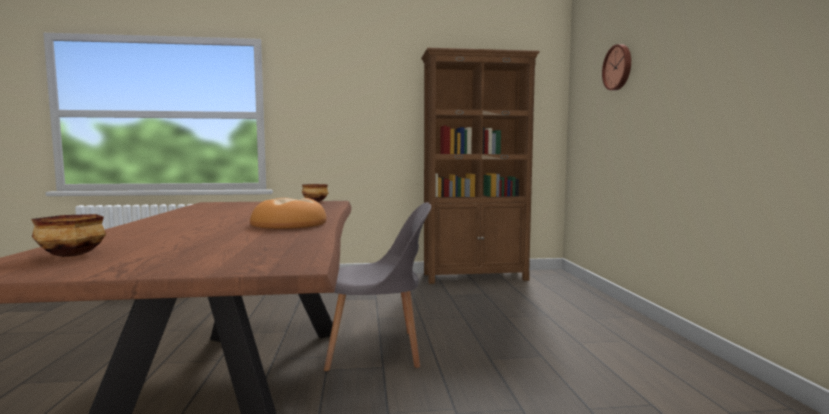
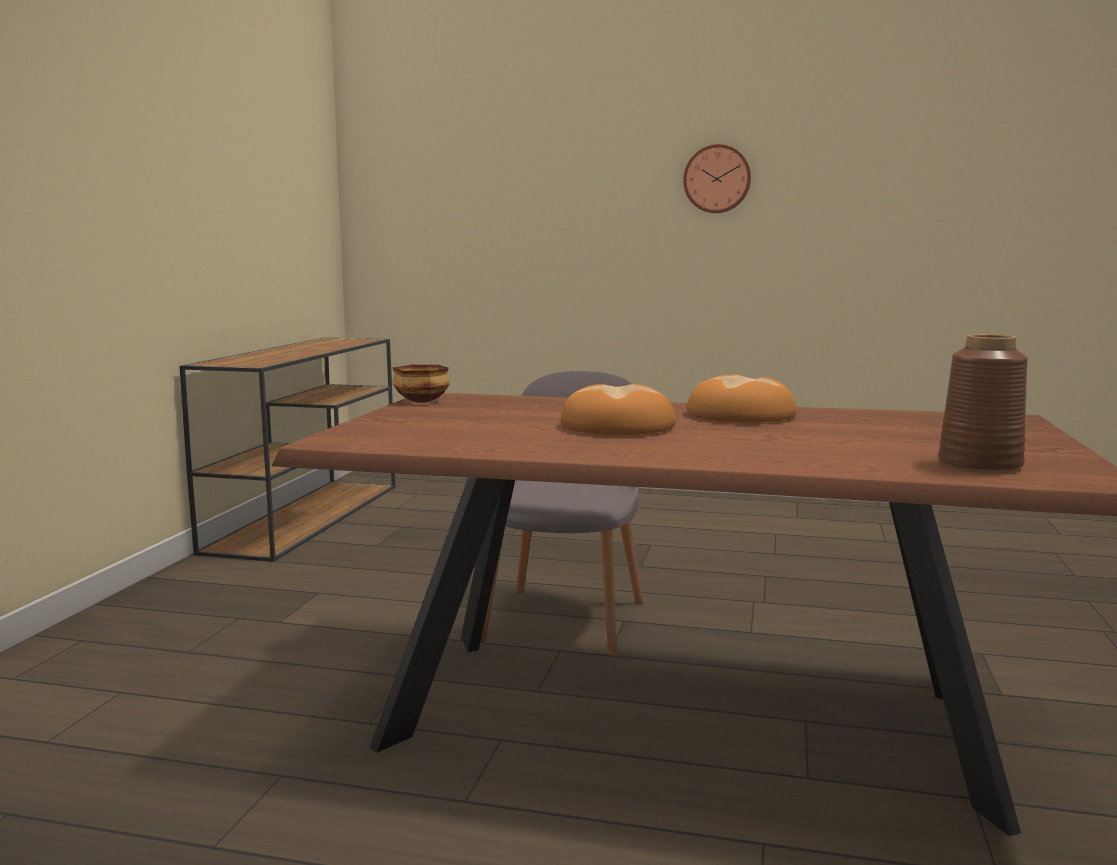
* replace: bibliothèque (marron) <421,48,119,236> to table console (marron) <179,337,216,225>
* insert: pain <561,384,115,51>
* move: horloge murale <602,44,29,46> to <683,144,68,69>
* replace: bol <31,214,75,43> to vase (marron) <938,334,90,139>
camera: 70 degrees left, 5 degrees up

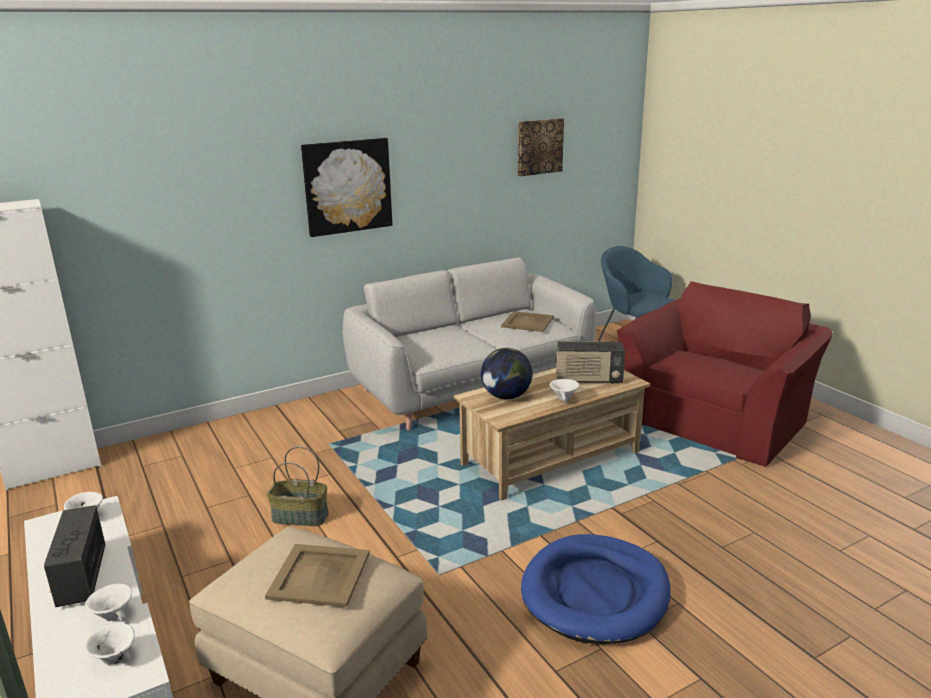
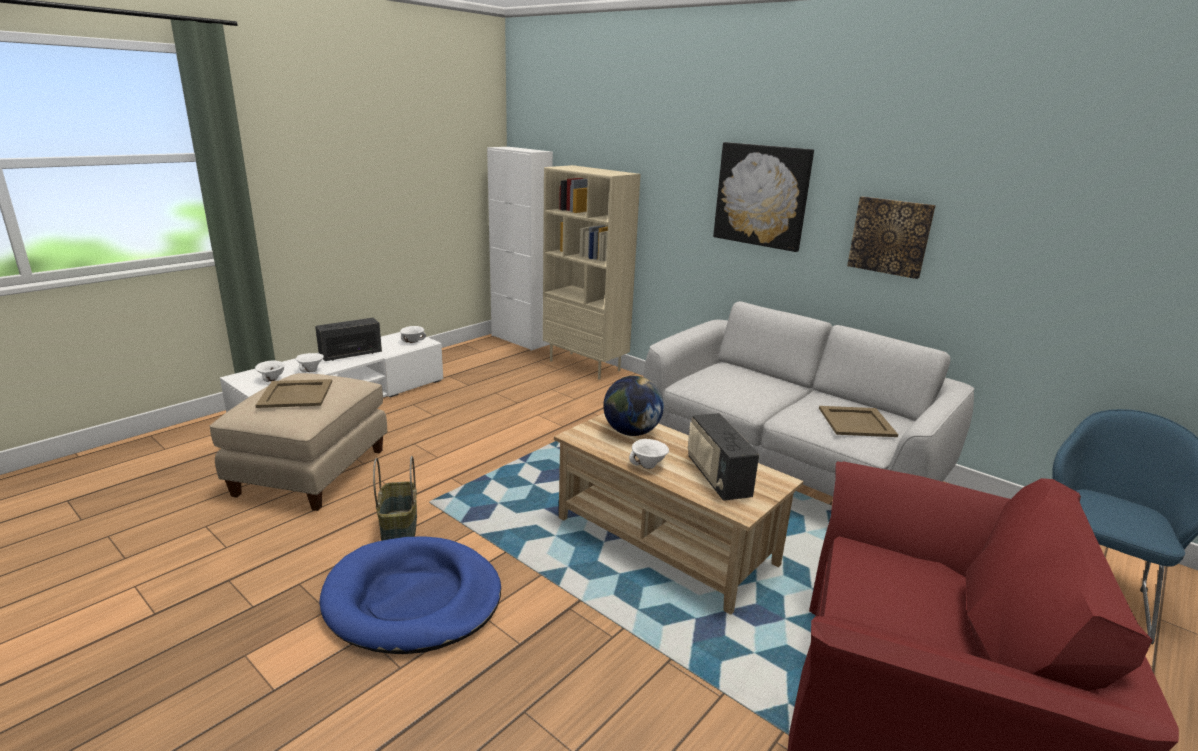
* move: panier <267,446,62,80> to <373,456,44,85>
* insert: bibliothèque (beige) <543,165,98,215>
* move: tableau <518,118,46,58> to <847,196,89,83>
camera: 70 degrees right, 0 degrees up

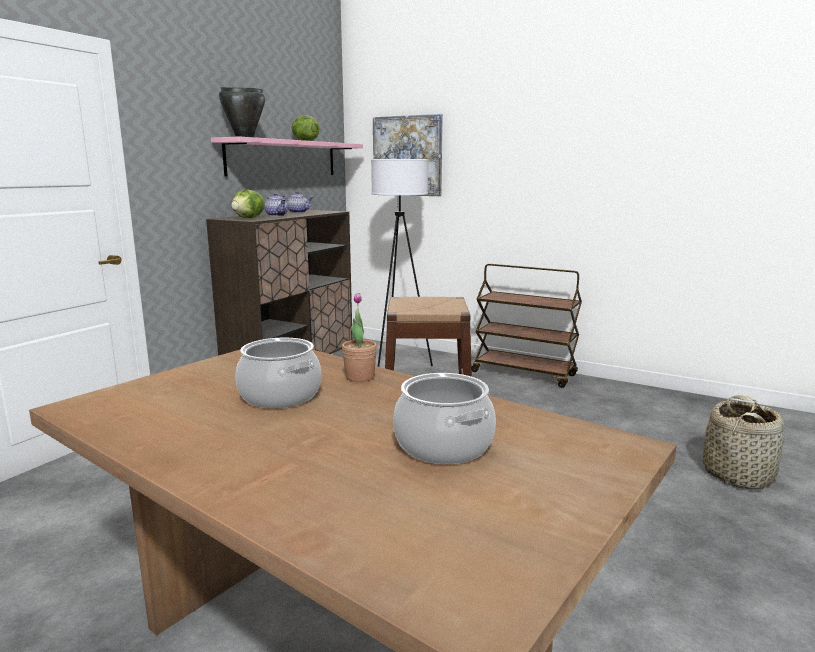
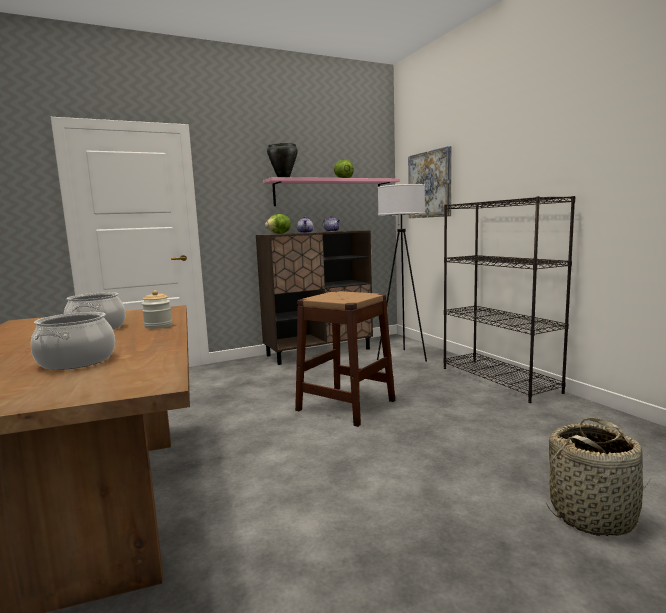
* replace: plante en pot <342,293,35,89> to bocal <142,290,30,39>
* replace: chariot (marron) <472,264,110,124> to bibliothèque (noir) <443,196,133,207>
camera: 35 degrees right, 5 degrees down

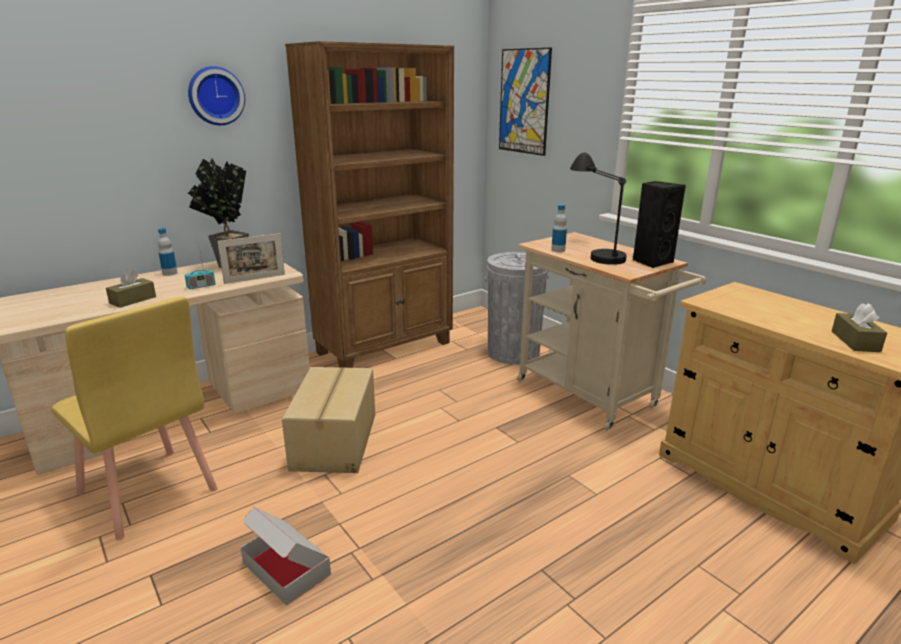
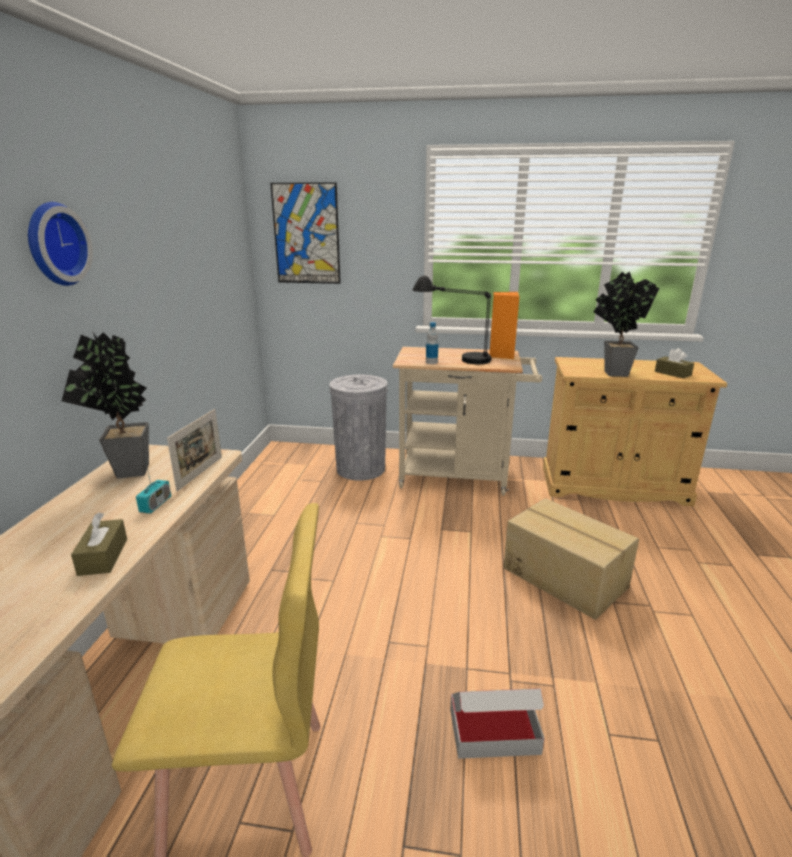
* recolor: enceinte (noir) <633,181,53,87> to enceinte (orange) <489,292,30,67>
* move: carton <282,367,93,106> to <504,498,135,122>
* insert: plante en pot <593,272,66,105>
* delete: bouteille <158,228,20,48>
* delete: bibliothèque (marron) <285,41,169,327>
camera: 45 degrees left, 0 degrees up

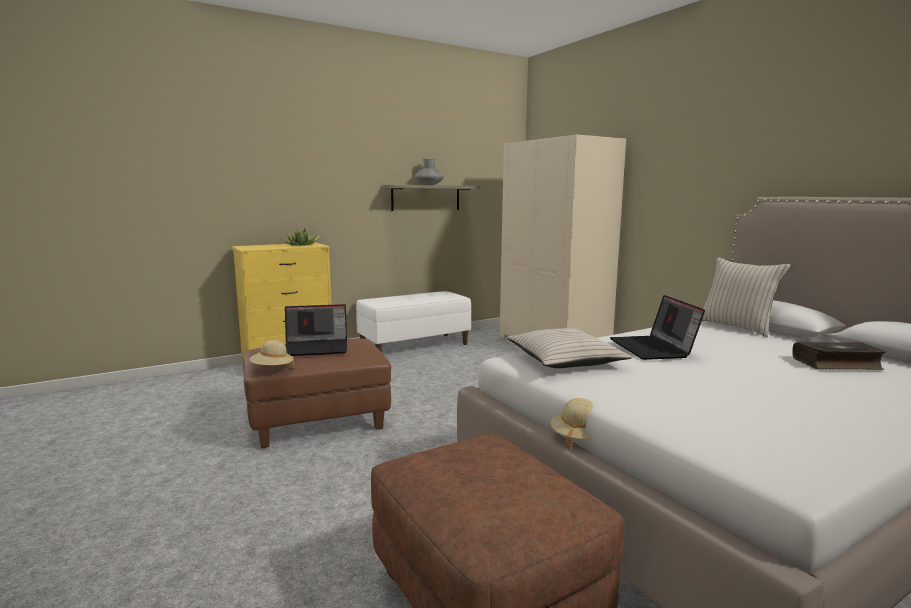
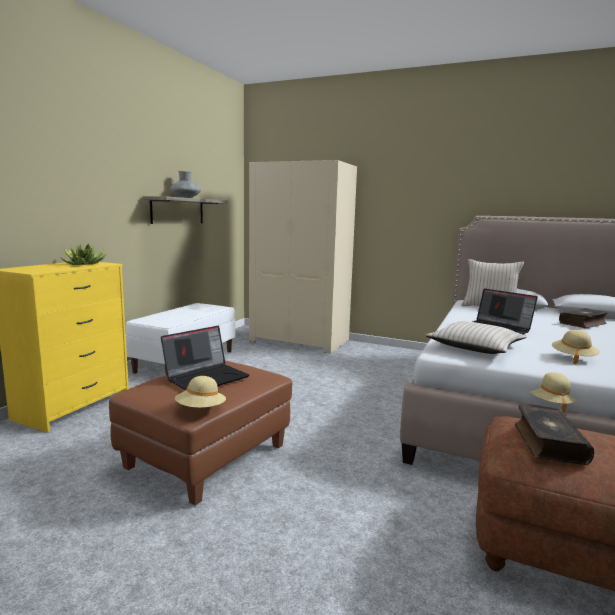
* insert: livre <514,405,80,60>
* insert: chapeau (beige) <552,330,48,34>
camera: 35 degrees left, 0 degrees up

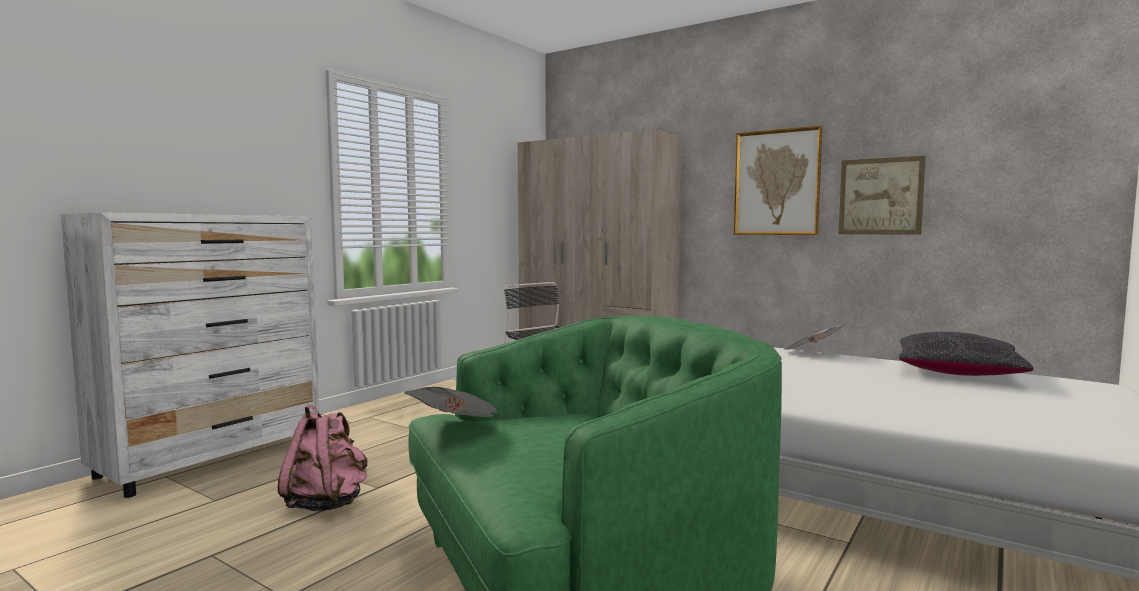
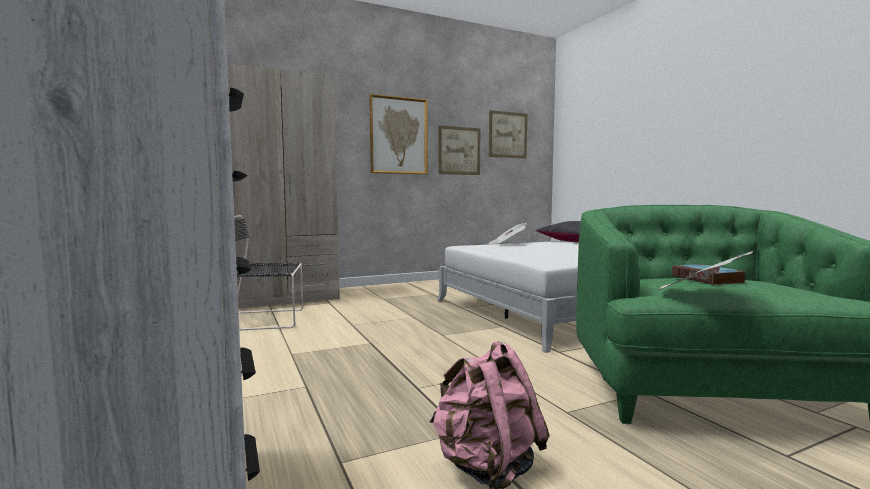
* insert: tableau <489,110,38,49>
* insert: livre <672,264,74,21>
camera: 60 degrees left, 0 degrees up

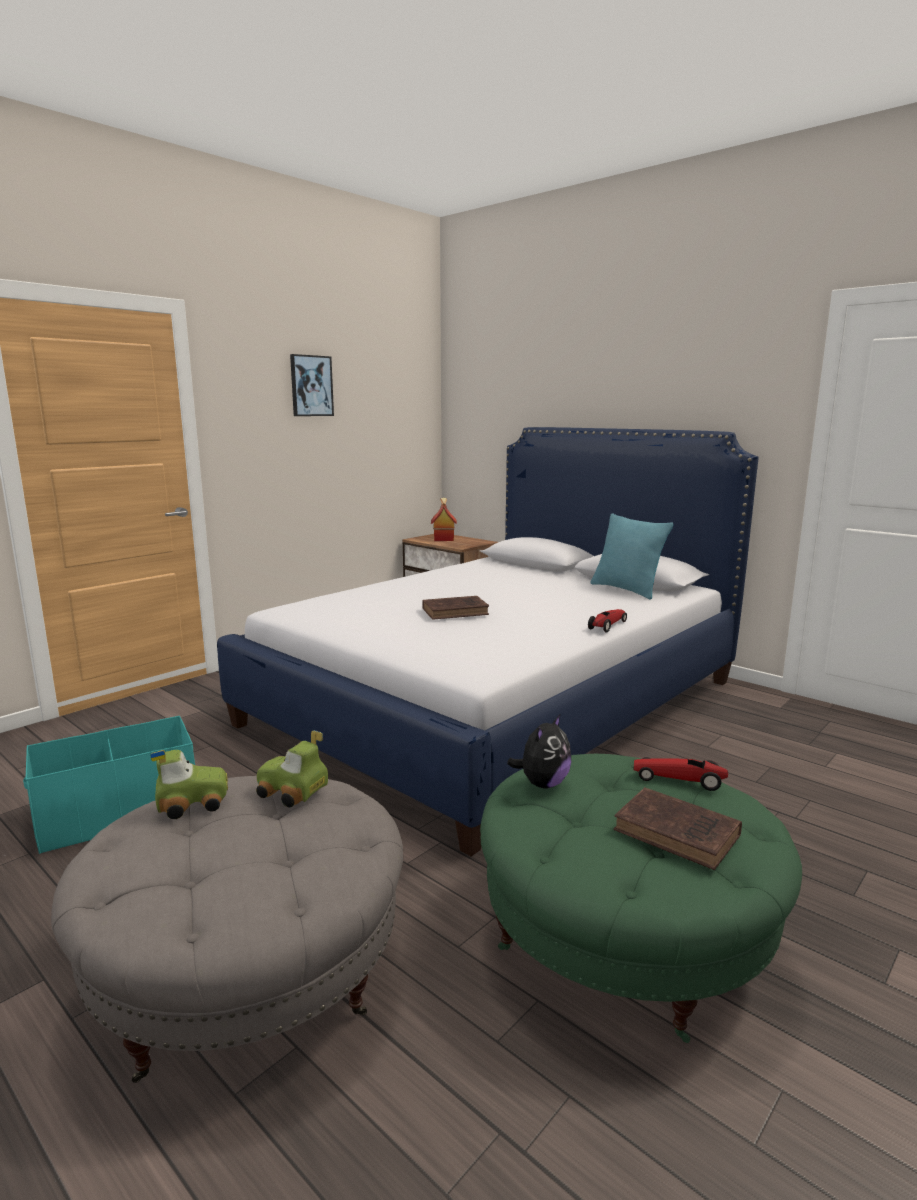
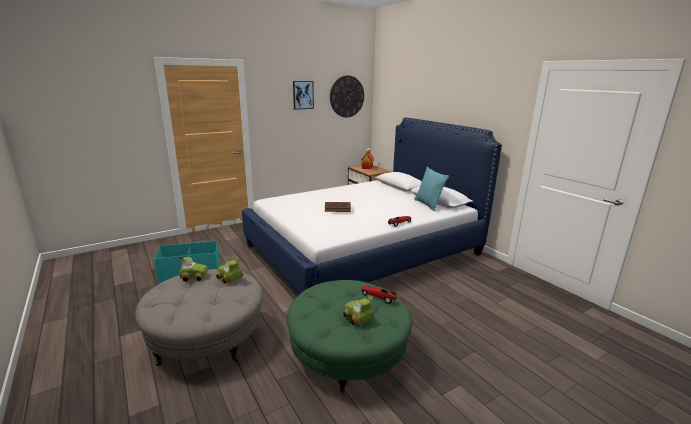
* insert: horloge murale <330,75,34,43>
* replace: livre (marron) <614,787,128,83> to petite voiture <343,295,31,31>
* delete: peluche <507,714,64,74>
camera: 15 degrees right, 5 degrees up

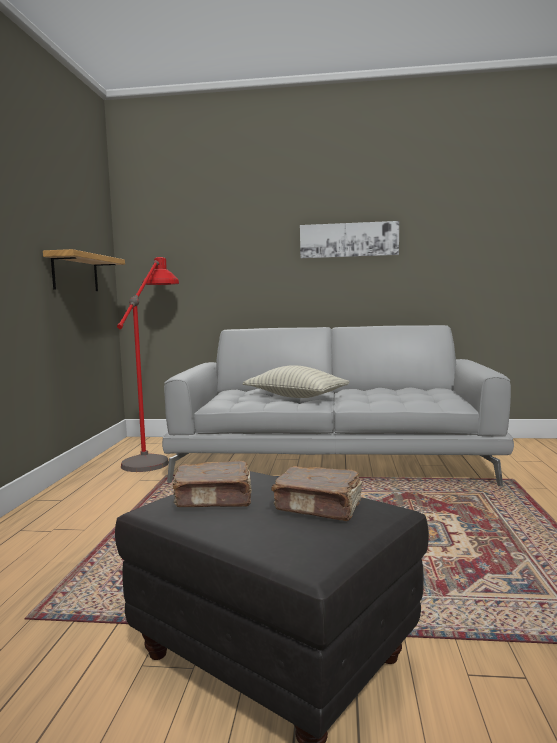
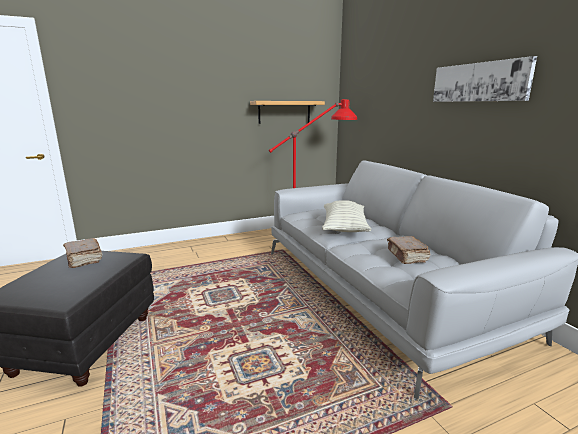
* move: livre (marron) <271,466,91,55> to <387,236,43,28>
camera: 60 degrees right, 10 degrees up

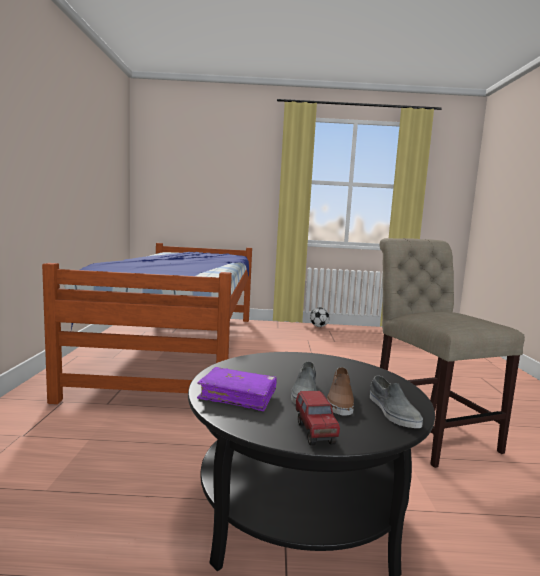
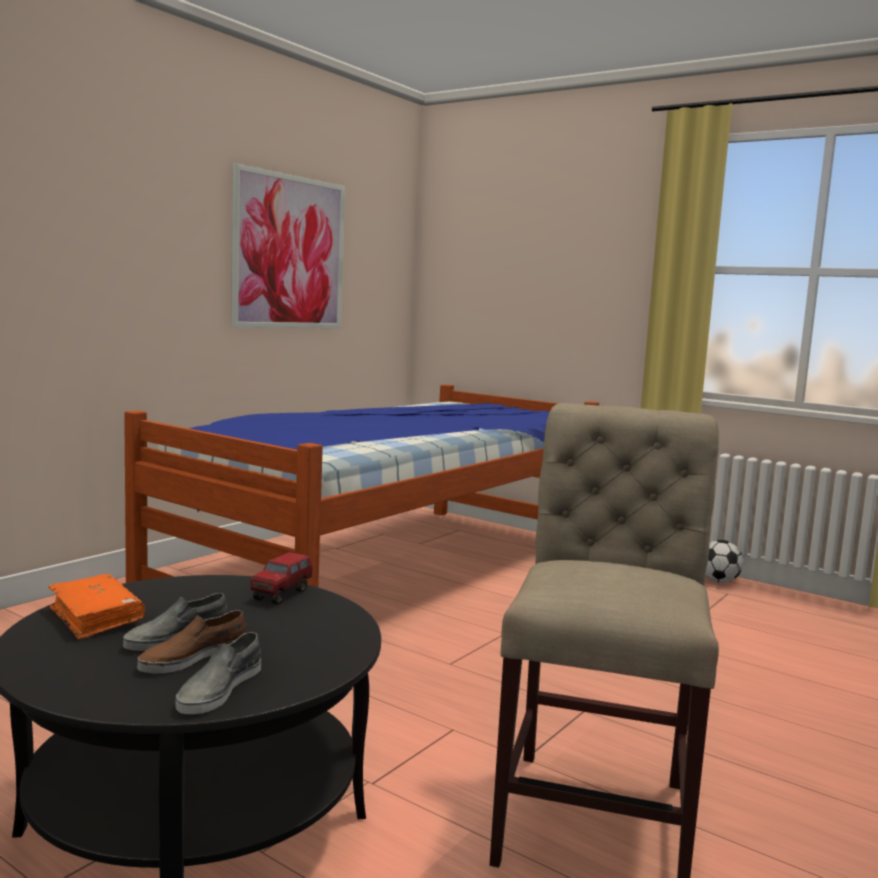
* recolor: livre (violet) <197,367,80,44> to livre (orange) <48,574,97,66>
* insert: tableau <231,163,114,165>
* move: camion jouet <296,391,44,55> to <250,552,63,53>
camera: 35 degrees right, 0 degrees up

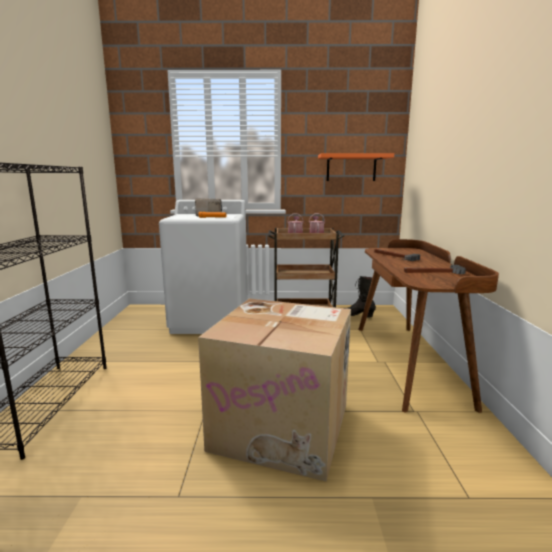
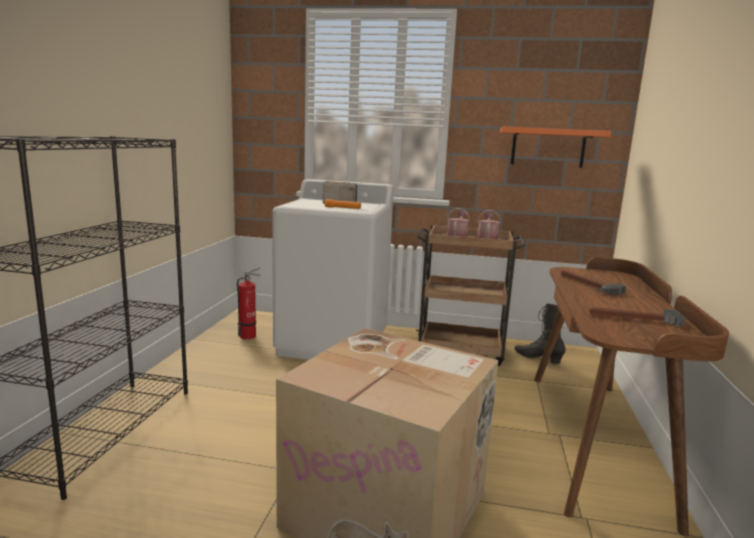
* insert: extincteur <237,266,24,73>
camera: 10 degrees right, 0 degrees up

